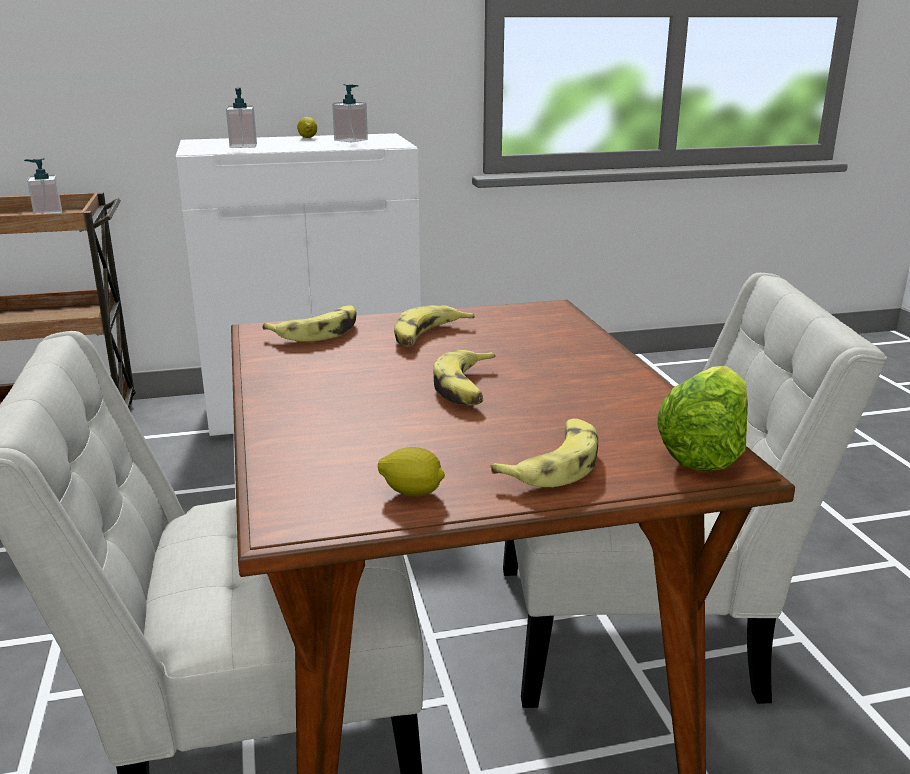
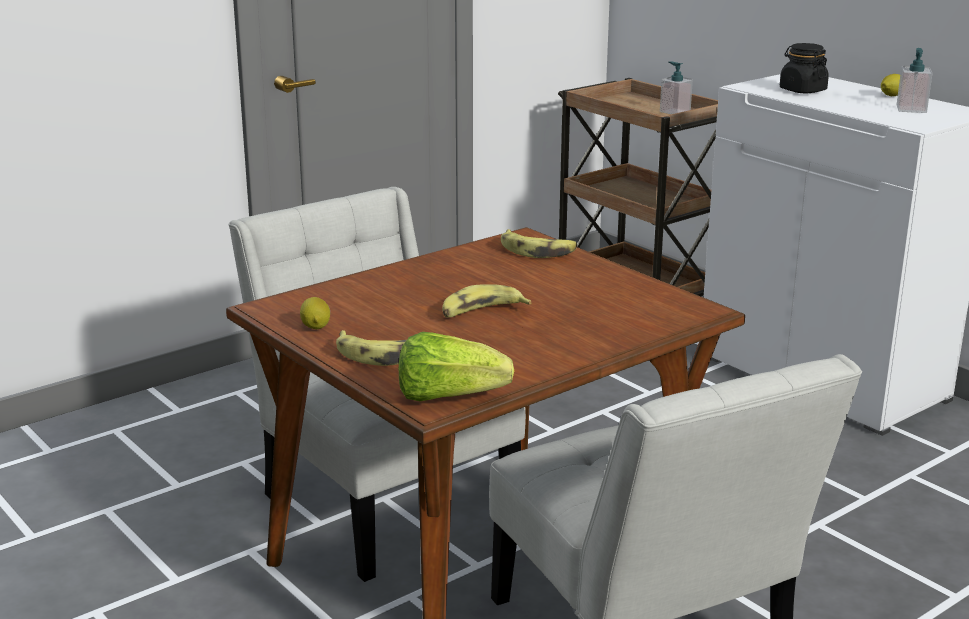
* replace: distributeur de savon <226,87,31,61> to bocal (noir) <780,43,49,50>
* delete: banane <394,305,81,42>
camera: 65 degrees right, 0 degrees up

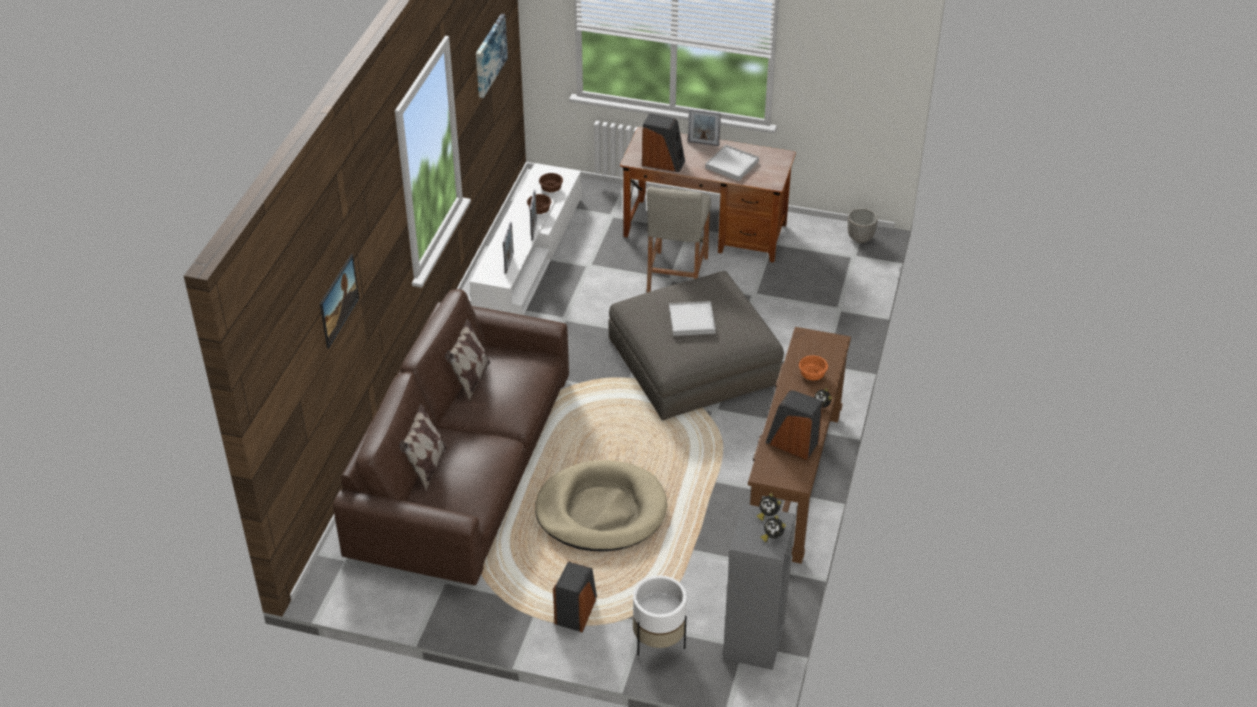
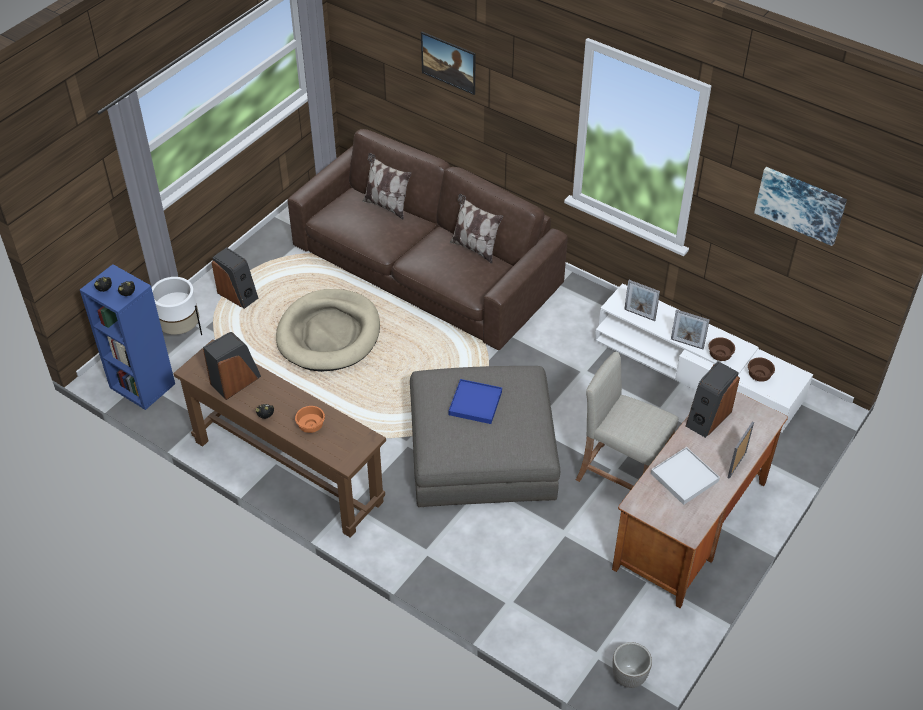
* recolor: bibliothèque (gris) <723,504,73,166> to bibliothèque (bleu) <80,264,95,146>
* recolor: plateau (blanc) <669,301,47,35> to plateau (bleu) <449,379,53,45>
camera: 110 degrees right, 5 degrees up

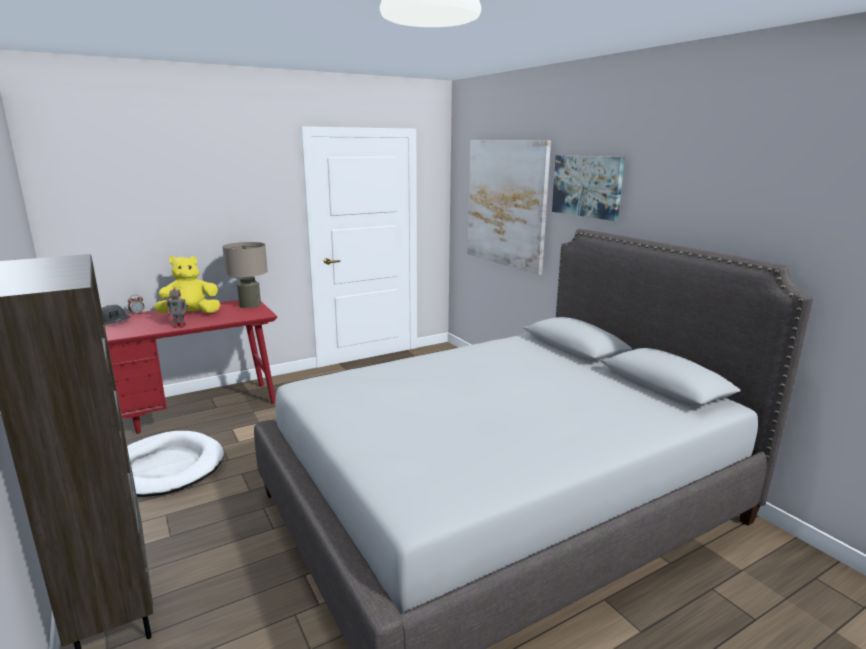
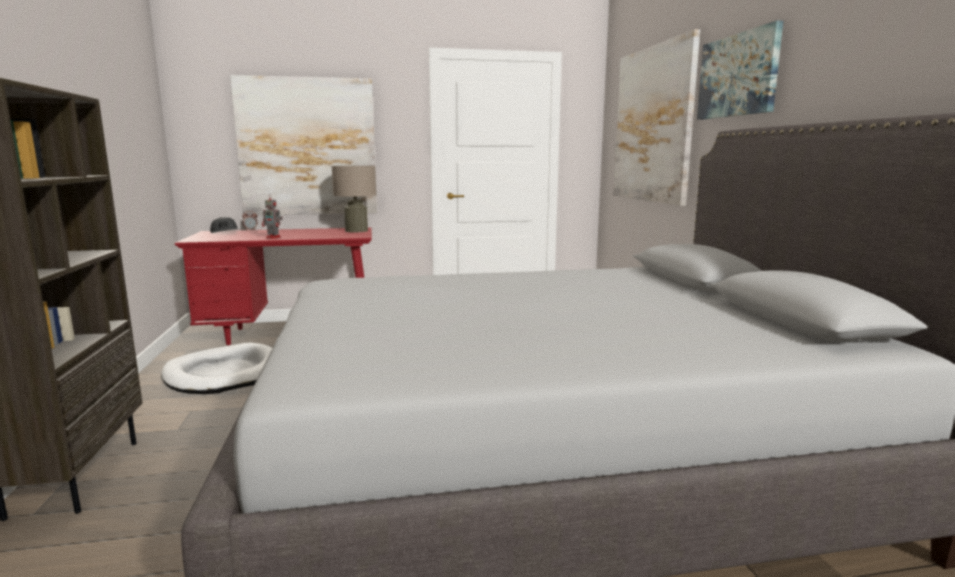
* insert: tableau <230,75,147,140>
* delete: peluche (jaune) <154,256,66,57>
camera: 20 degrees right, 5 degrees down

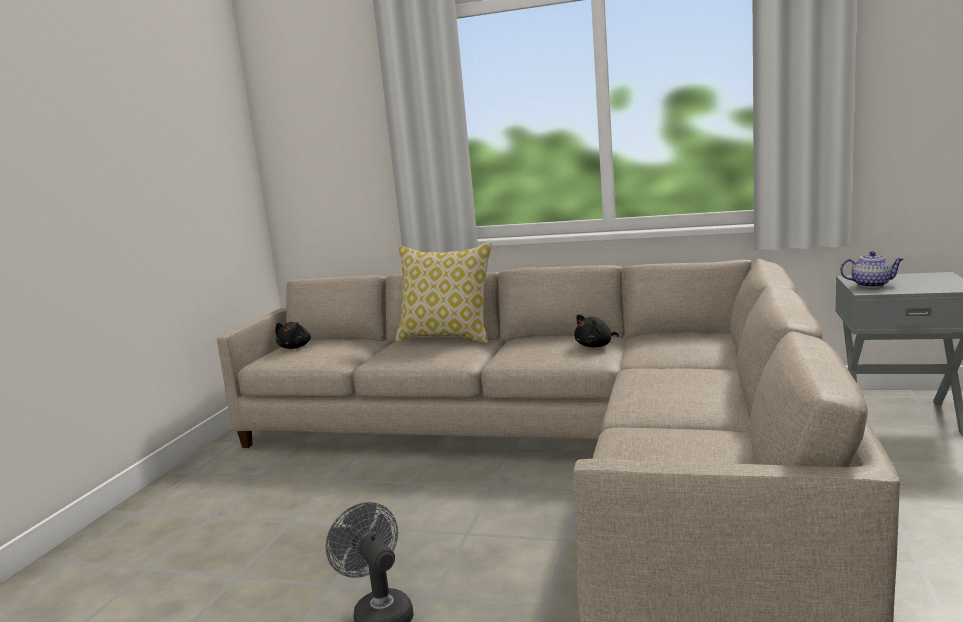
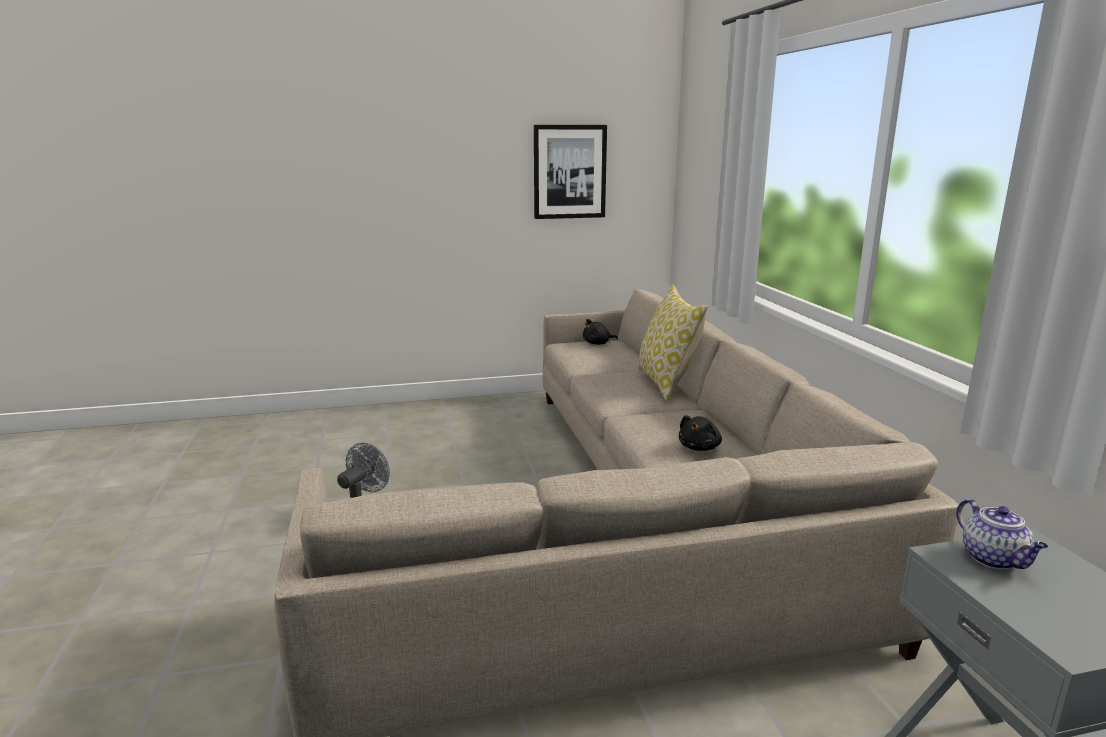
* insert: tableau <534,125,73,94>
* rotate: peluche (noir) <574,314,45,33> = <679,415,43,36> 90 degrees counterclockwise
camera: 60 degrees right, 5 degrees up

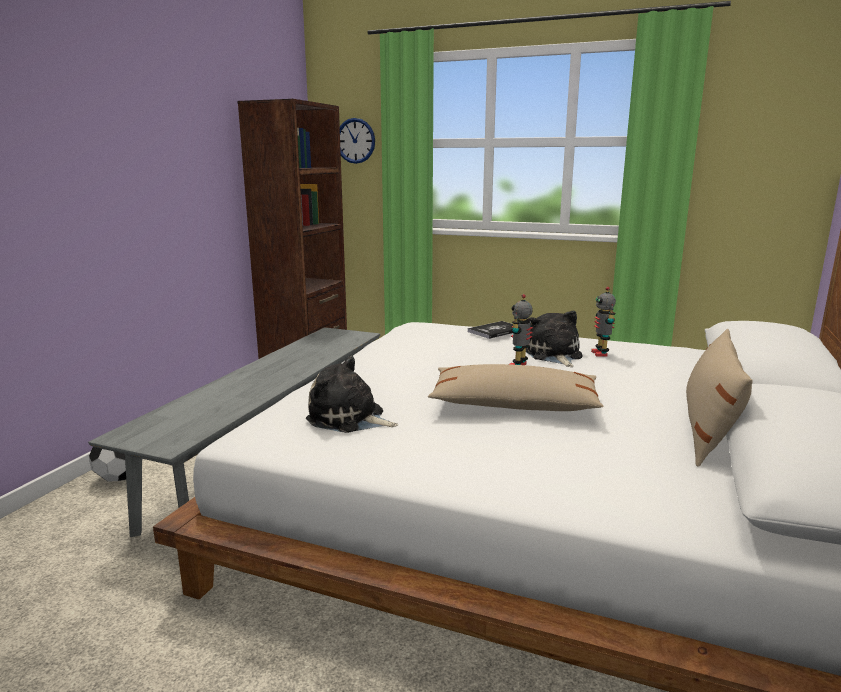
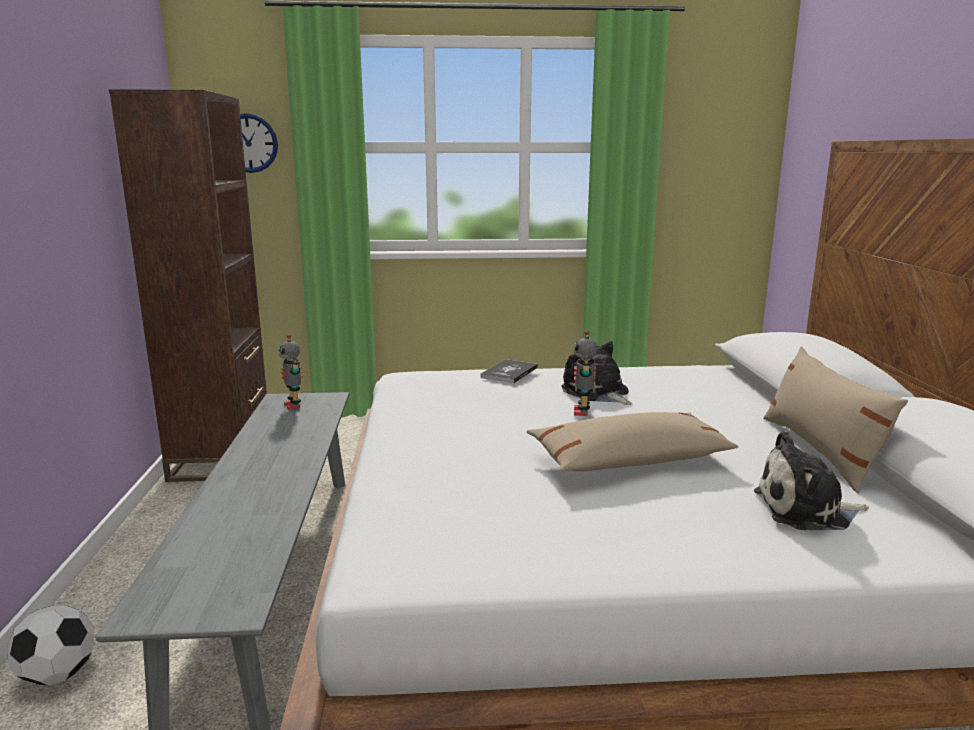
* move: robot jouet <591,287,25,70> to <279,335,24,75>
* move: peluche <306,356,92,77> to <754,431,115,99>
camera: 25 degrees left, 0 degrees up

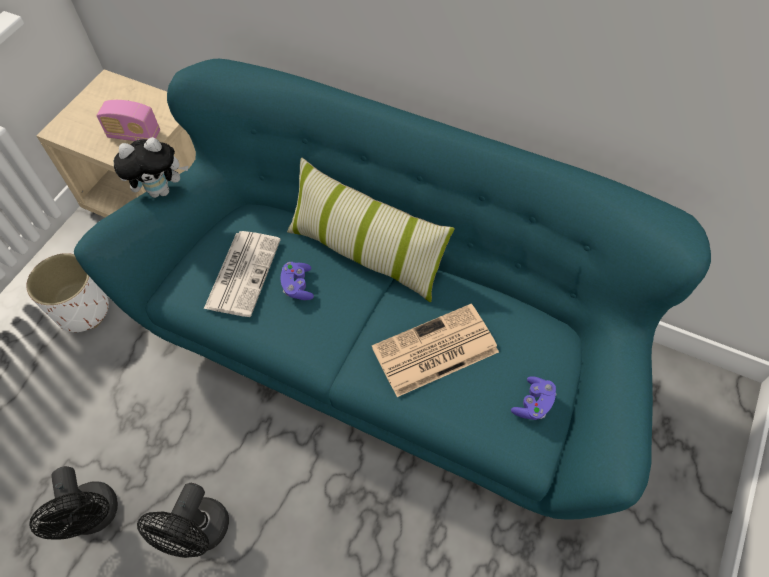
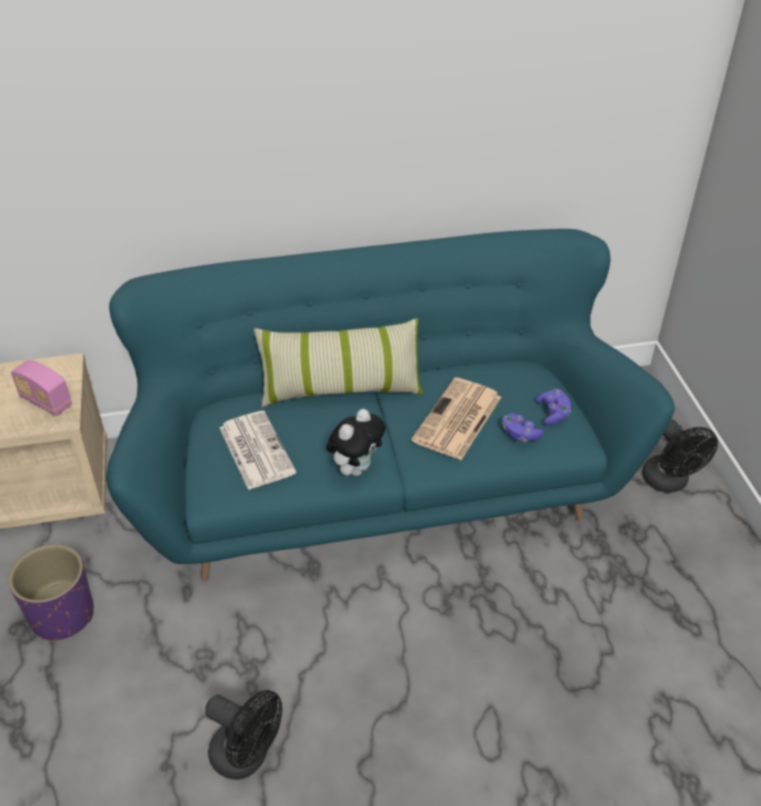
* recolor: cache-pot (blanc) <26,253,83,79> to cache-pot (violet) <9,544,85,97>
* rotate: radio <96,100,64,41> = <11,360,61,56> 60 degrees clockwise
* move: peluche <114,137,74,61> to <326,409,60,67>
* move: manette (violet) <281,262,33,38> to <502,413,42,29>
* move: ventilateur (noir) <137,483,92,75> to <642,419,76,74>
camera: 40 degrees left, 15 degrees down

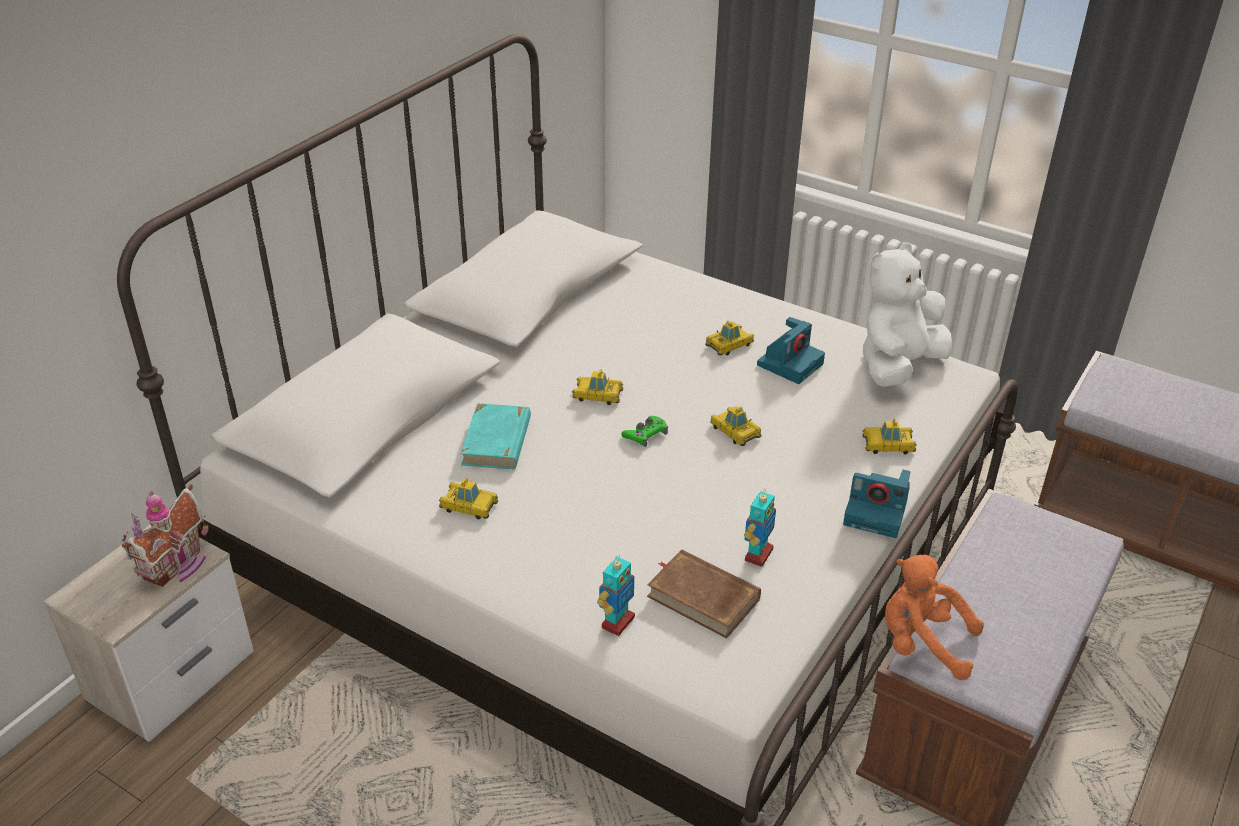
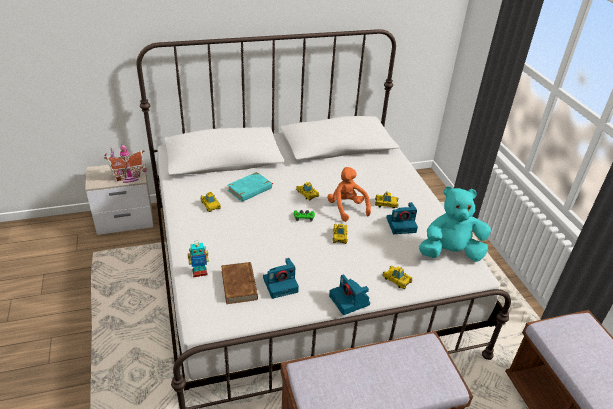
* replace: robot jouet <744,489,32,78> to appareil photo <263,258,36,41>
* move: peluche (orange) <885,555,99,125> to <327,167,44,55>
* recolor: peluche (blanc) <863,242,89,145> to peluche (turquoise) <419,186,72,76>
camera: 40 degrees right, 0 degrees up

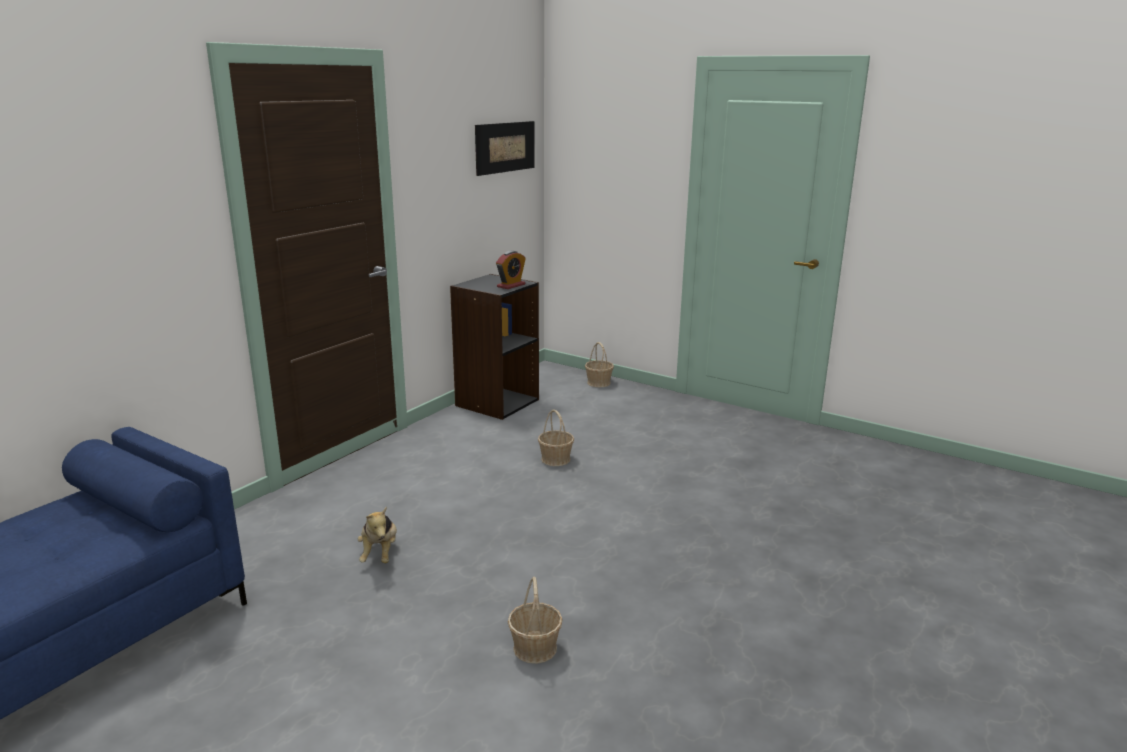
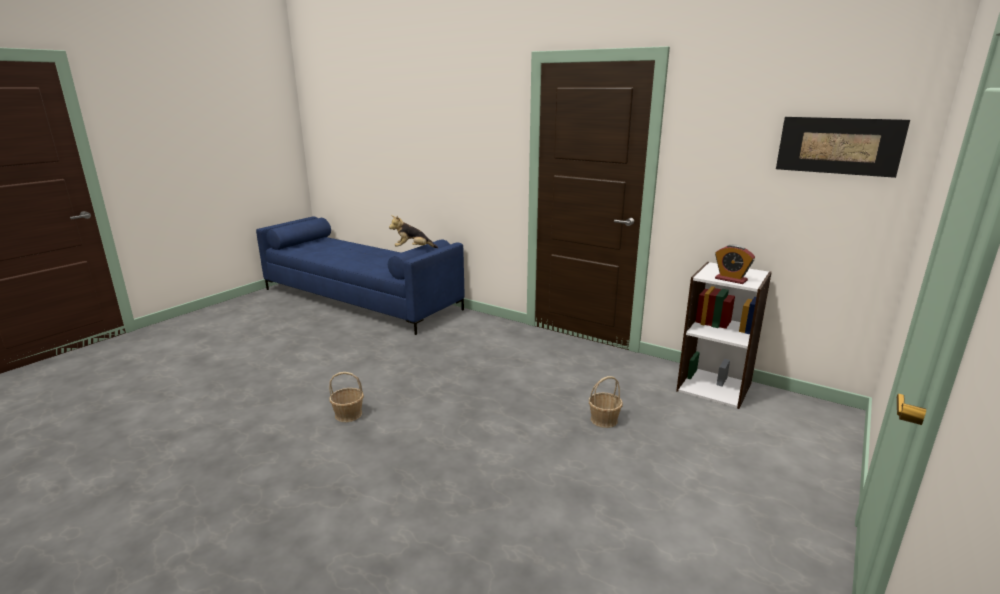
* move: peluche <358,507,39,56> to <389,215,49,33>
* recolor: bibliothèque (noir) <450,274,89,146> to bibliothèque (blanc) <676,262,96,147>
* delete: panier <585,342,29,45>
camera: 90 degrees right, 0 degrees up

